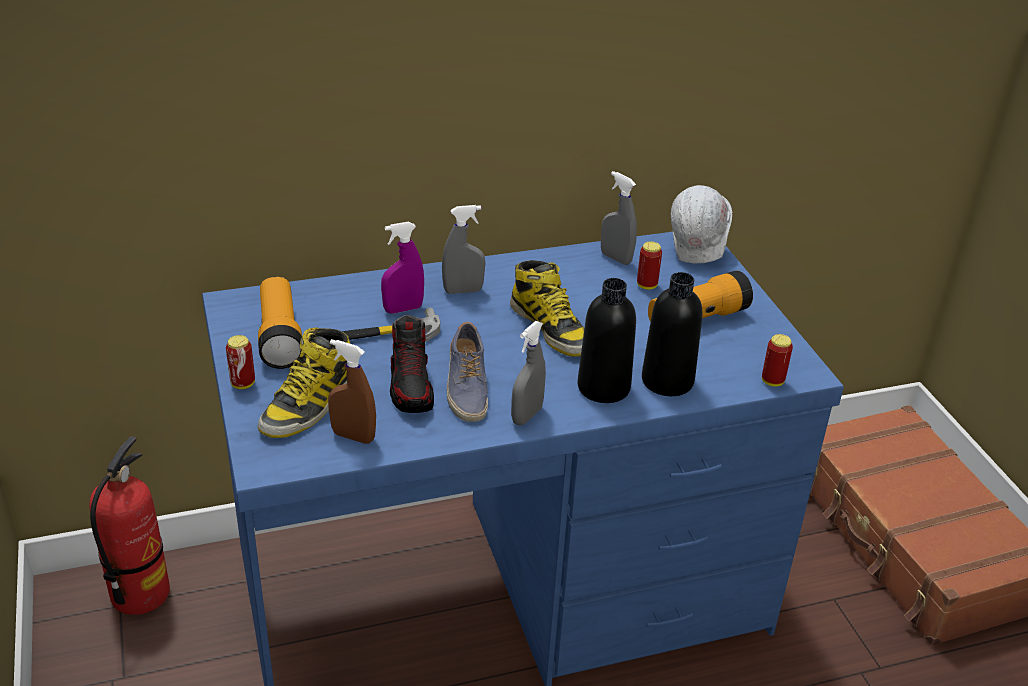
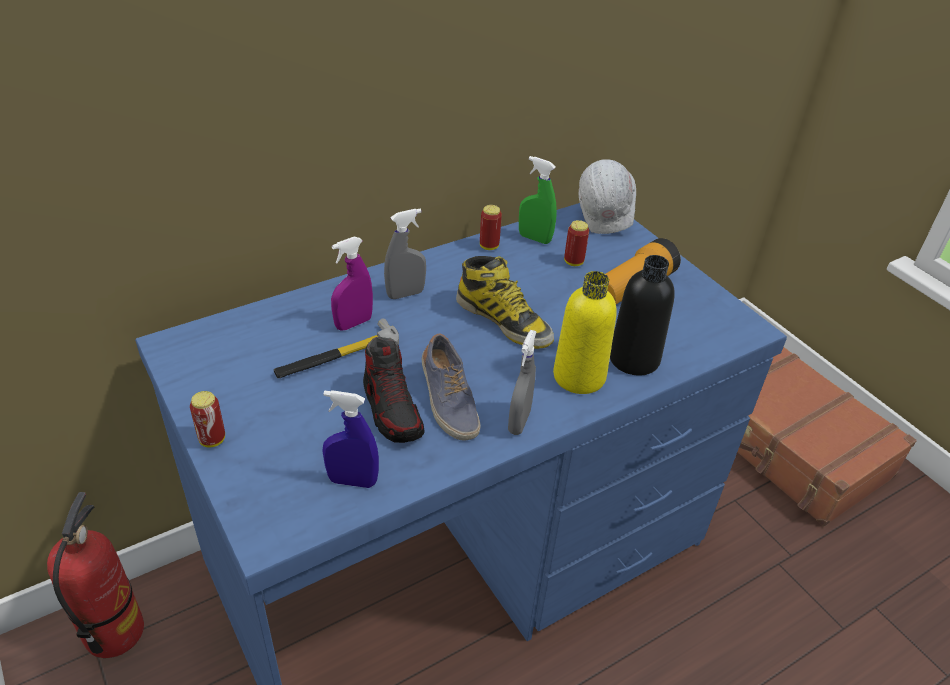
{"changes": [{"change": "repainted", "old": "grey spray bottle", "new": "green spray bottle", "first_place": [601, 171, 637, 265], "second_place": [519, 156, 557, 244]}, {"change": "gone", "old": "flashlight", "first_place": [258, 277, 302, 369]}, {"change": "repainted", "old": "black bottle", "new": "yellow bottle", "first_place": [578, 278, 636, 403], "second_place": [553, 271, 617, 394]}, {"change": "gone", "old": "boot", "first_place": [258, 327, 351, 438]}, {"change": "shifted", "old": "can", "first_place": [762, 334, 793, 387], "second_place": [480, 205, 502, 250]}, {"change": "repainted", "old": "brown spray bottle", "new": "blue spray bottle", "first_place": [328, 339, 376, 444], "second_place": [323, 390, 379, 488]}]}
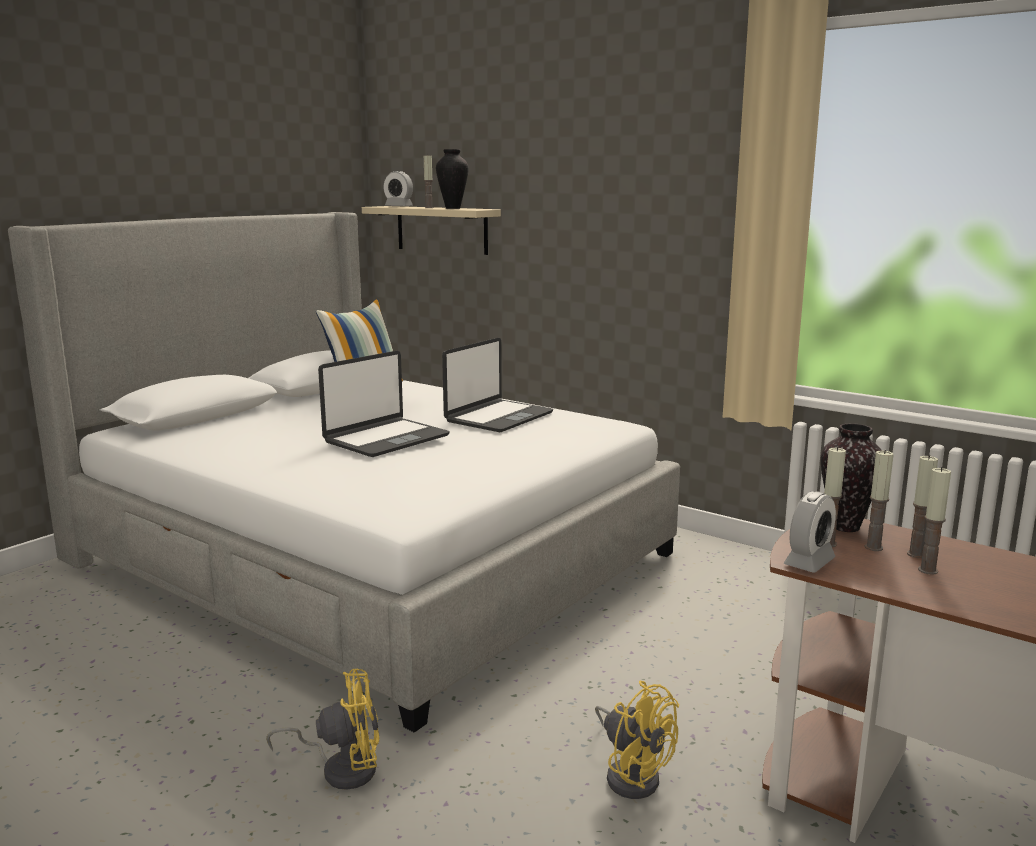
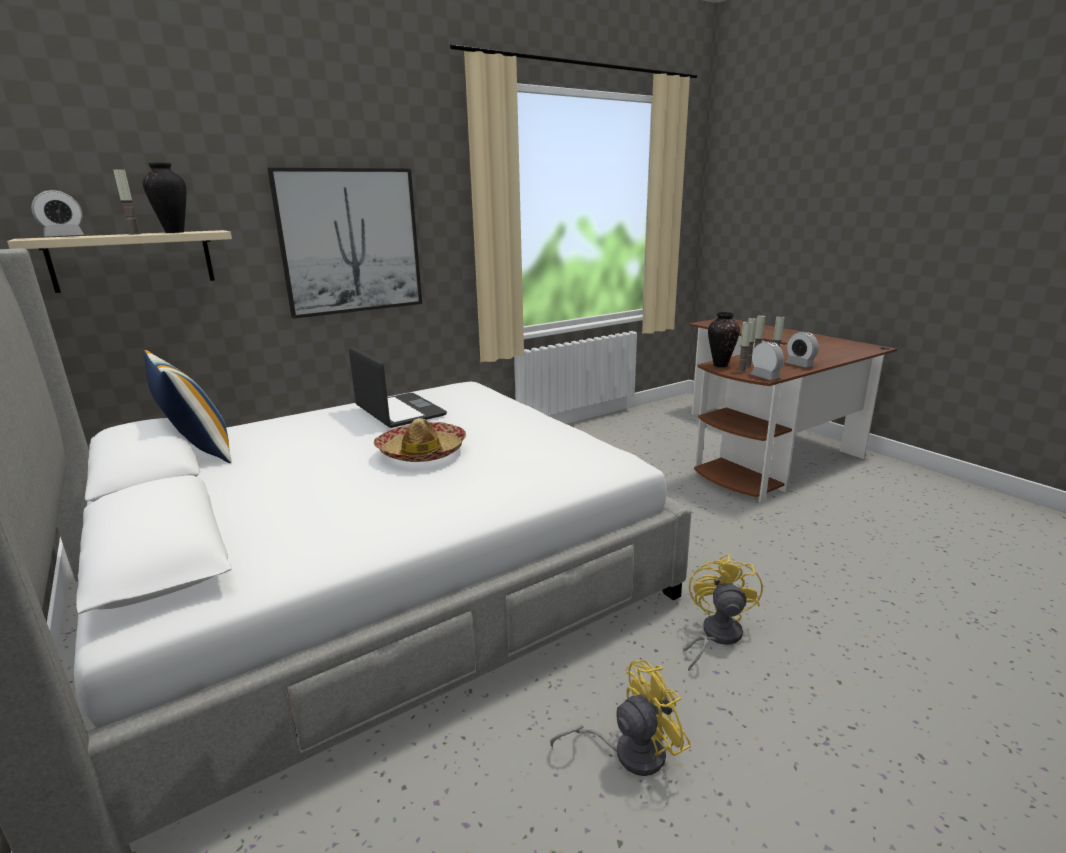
{"changes": [{"change": "swapped", "old": "laptop", "new": "hat", "first_place": [318, 351, 450, 457], "second_place": [374, 418, 466, 462]}, {"change": "shifted", "old": "yellow fan", "first_place": [595, 681, 679, 799], "second_place": [550, 660, 691, 776]}, {"change": "new", "new": "picture", "second_place": [267, 168, 422, 319]}, {"change": "new", "new": "alarm clock", "second_place": [786, 331, 819, 367]}]}
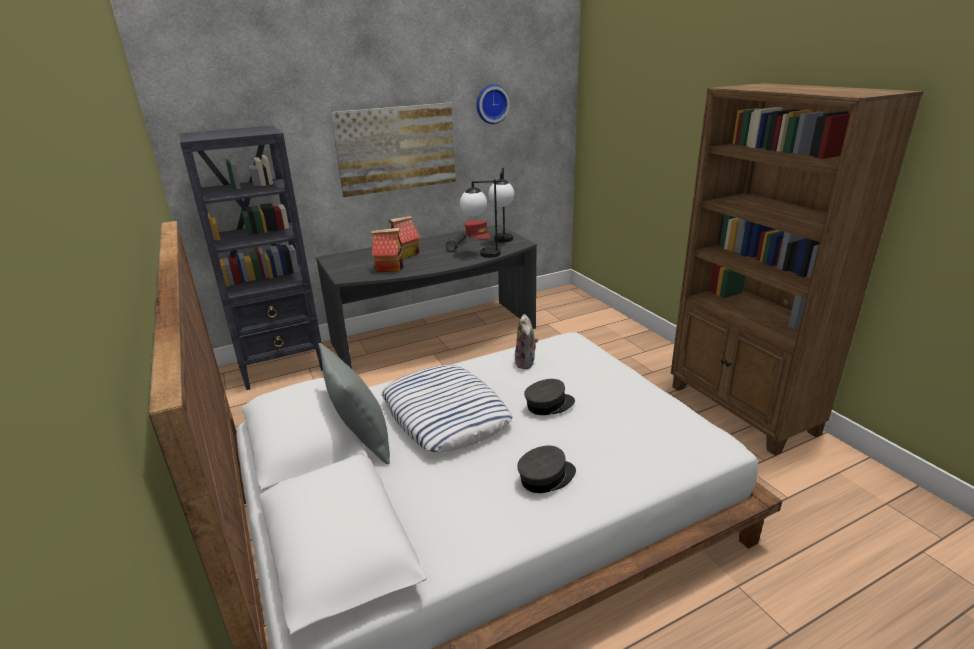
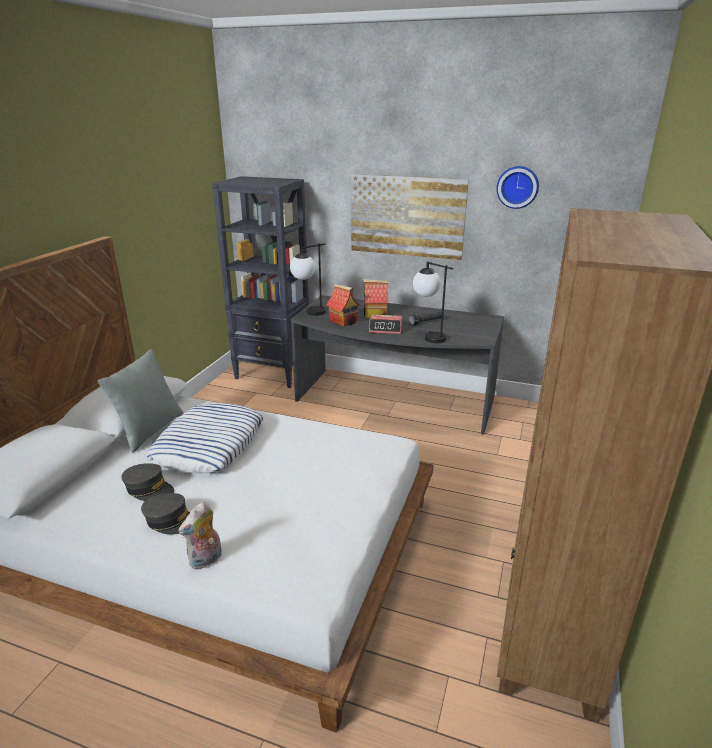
{"changes": [{"change": "shifted", "old": "table lamp", "first_place": [489, 168, 514, 242], "second_place": [290, 243, 326, 316]}, {"change": "gone", "old": "red cap", "first_place": [465, 221, 491, 239]}, {"change": "shifted", "old": "plush toy", "first_place": [515, 314, 538, 369], "second_place": [178, 502, 222, 570]}, {"change": "shifted", "old": "grey cap", "first_place": [524, 379, 575, 415], "second_place": [121, 463, 174, 501]}, {"change": "new", "new": "alarm clock", "second_place": [369, 315, 402, 334]}]}
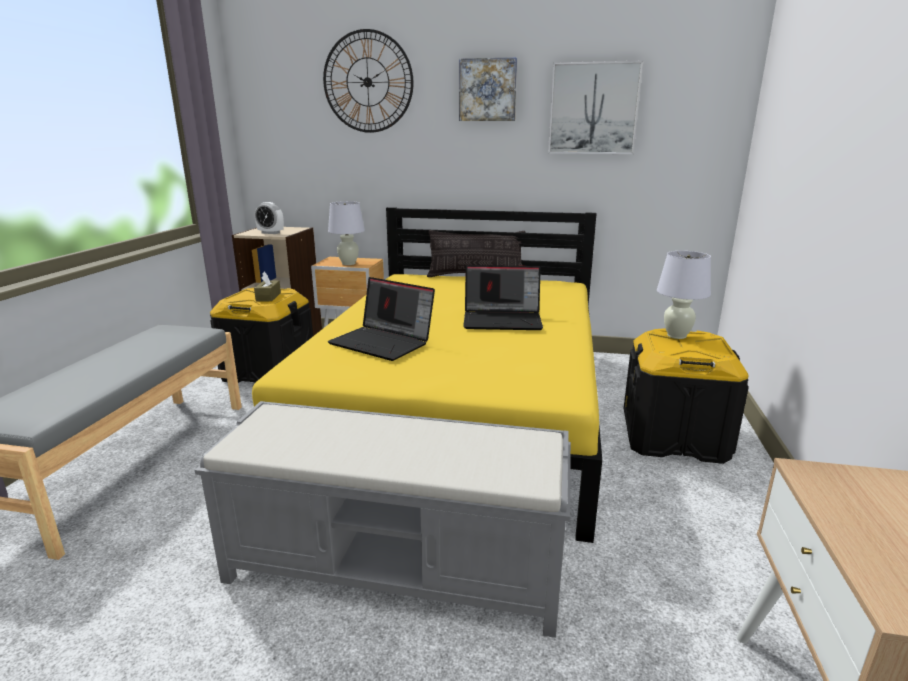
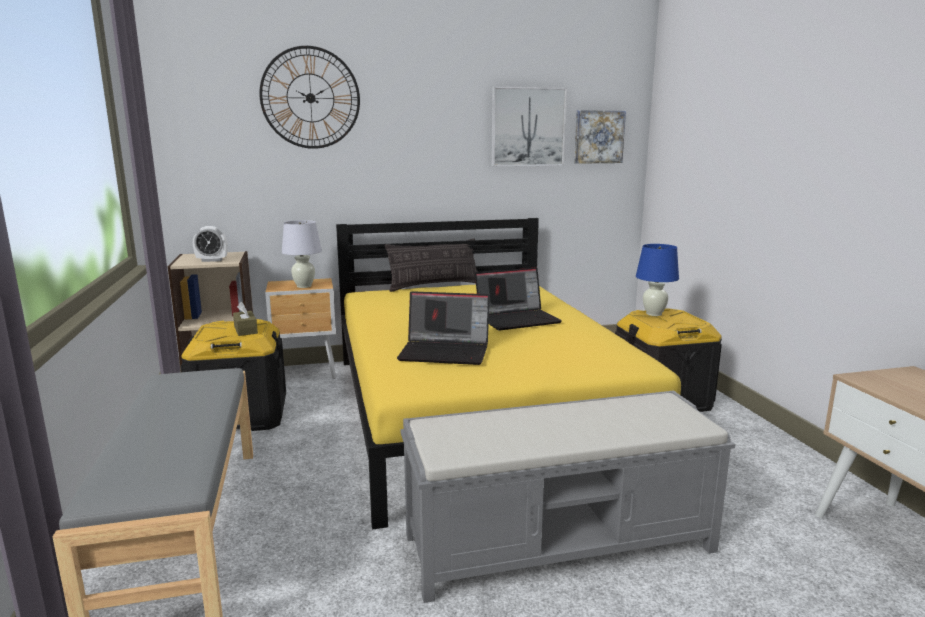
{"changes": [{"change": "shifted", "old": "picture", "first_place": [459, 57, 517, 121], "second_place": [574, 110, 626, 164]}, {"change": "repainted", "old": "white table lamp", "new": "blue table lamp", "first_place": [657, 251, 711, 339], "second_place": [636, 244, 679, 316]}]}
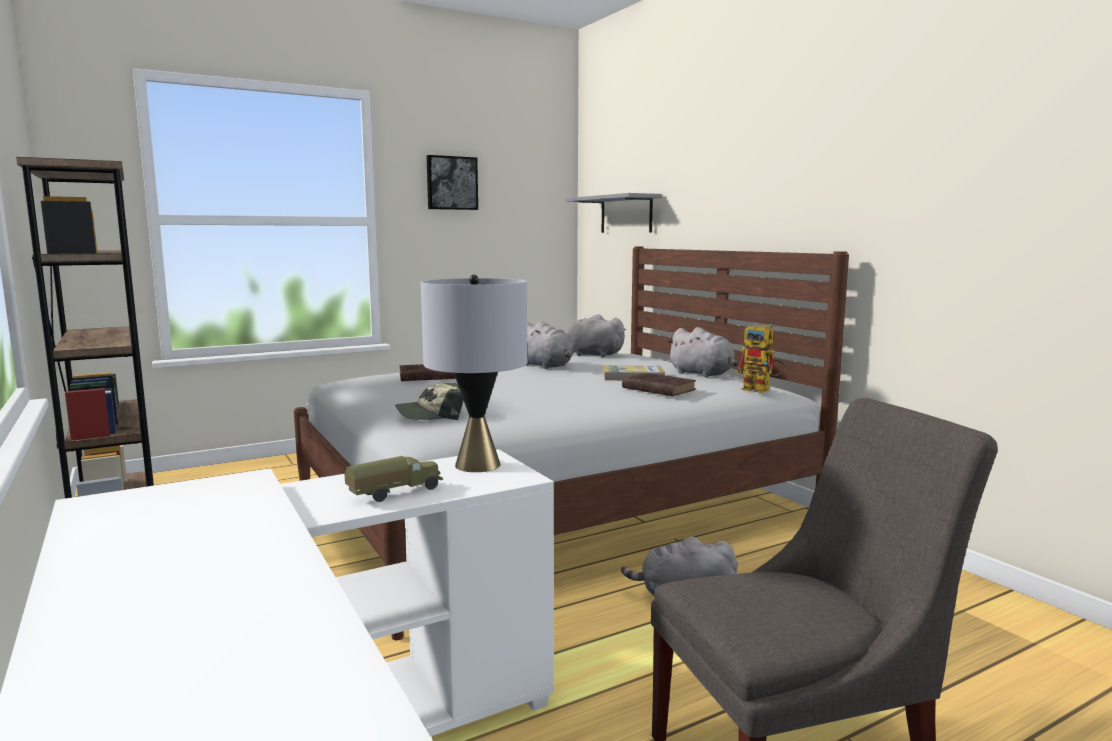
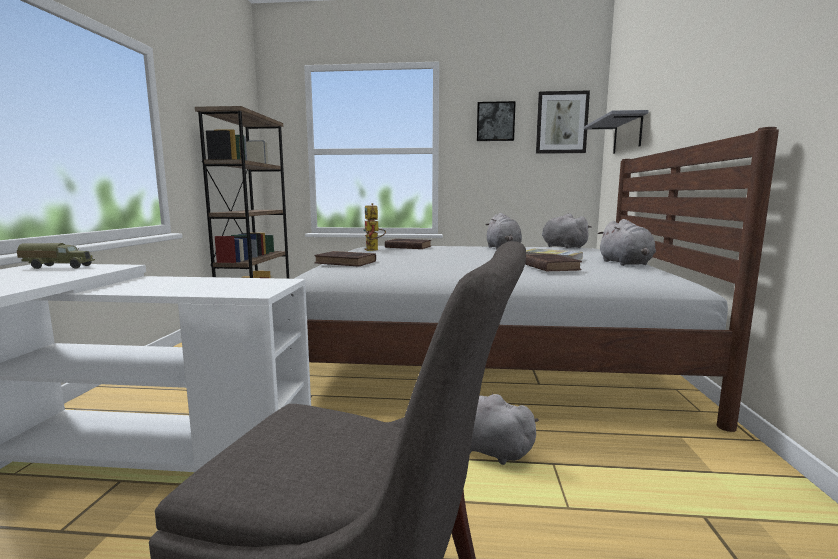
{"changes": [{"change": "gone", "old": "grey table lamp", "first_place": [421, 275, 527, 472]}, {"change": "shifted", "old": "toy robot", "first_place": [736, 324, 786, 393], "second_place": [364, 203, 386, 251]}, {"change": "swapped", "old": "cap", "new": "brown book", "first_place": [395, 383, 464, 420], "second_place": [314, 251, 376, 267]}, {"change": "shifted", "old": "toy truck", "first_place": [344, 456, 443, 502], "second_place": [17, 243, 95, 269]}, {"change": "new", "new": "picture", "second_place": [536, 90, 590, 154]}]}
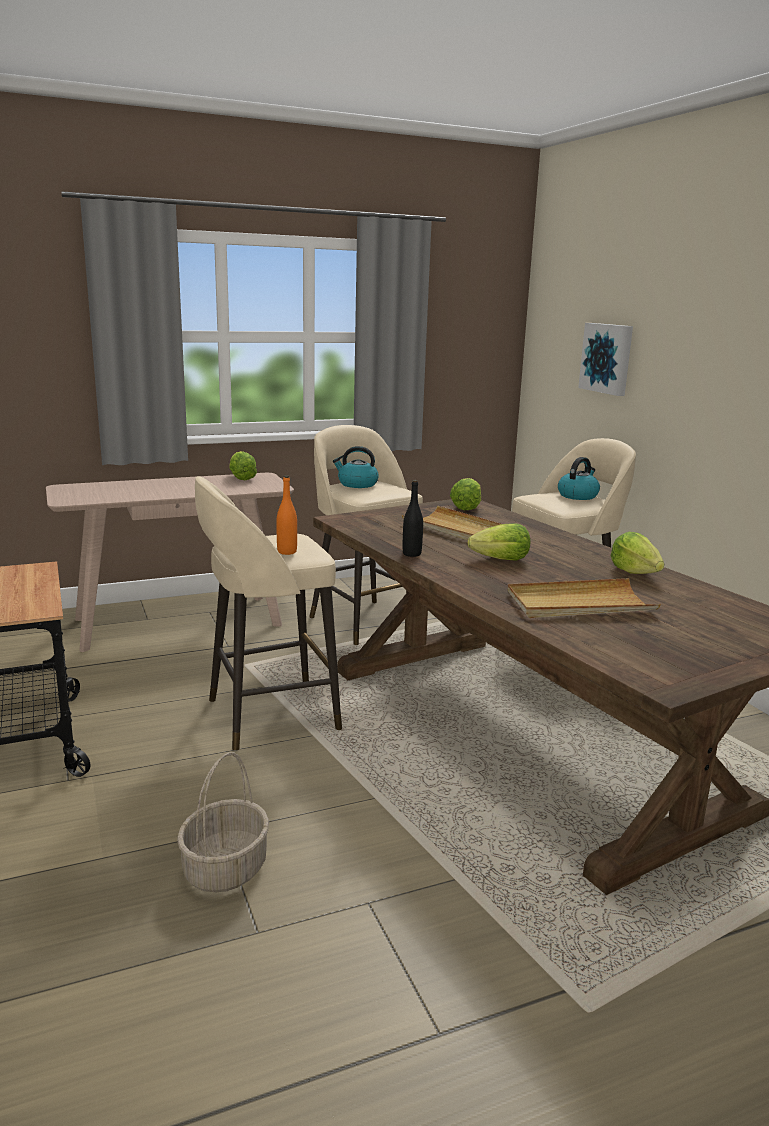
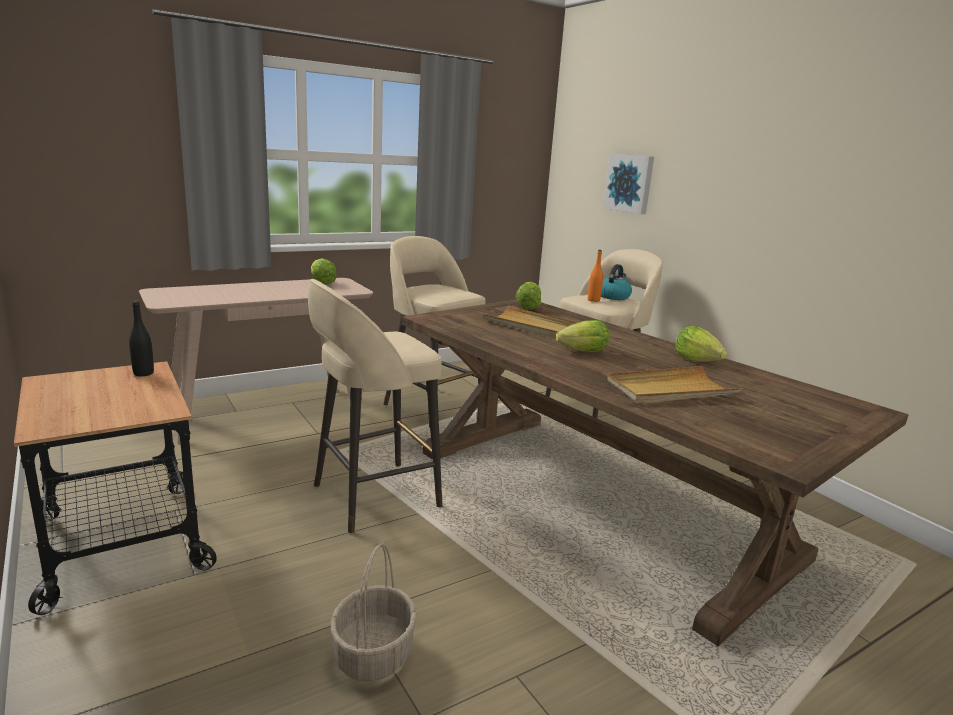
{"changes": [{"change": "gone", "old": "kettle", "first_place": [333, 446, 378, 488]}, {"change": "shifted", "old": "orange bottle", "first_place": [276, 475, 297, 555], "second_place": [588, 250, 603, 302]}, {"change": "shifted", "old": "black bottle", "first_place": [403, 480, 423, 557], "second_place": [129, 300, 154, 376]}]}
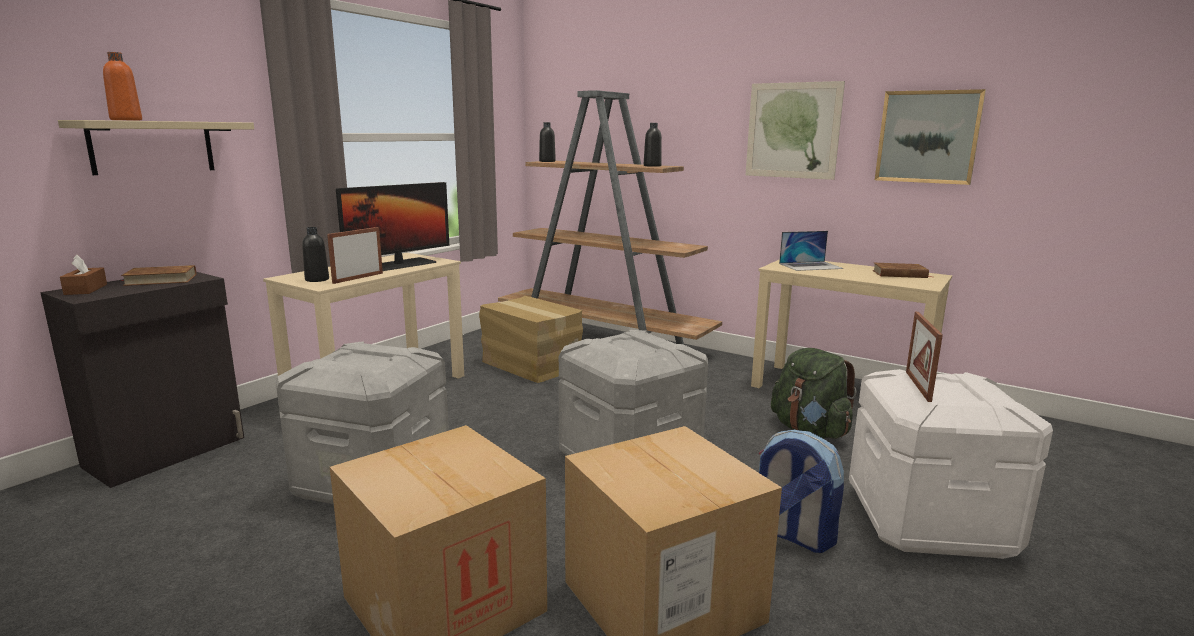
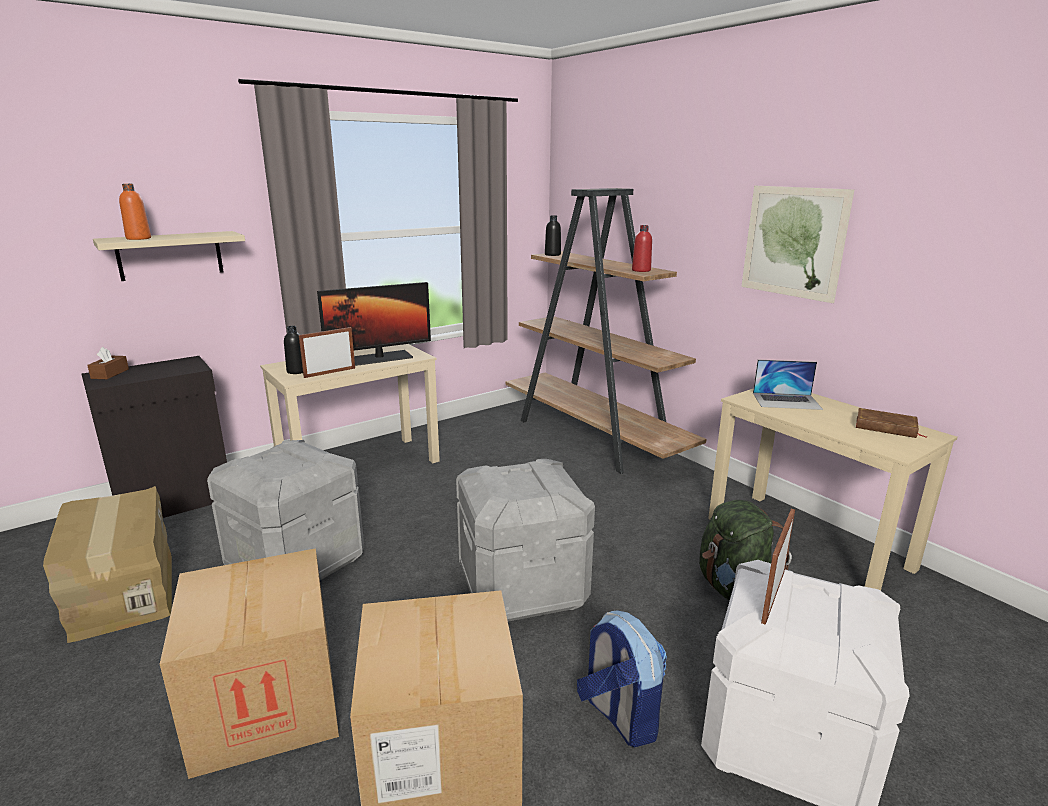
{"changes": [{"change": "gone", "old": "picture", "first_place": [875, 89, 986, 185]}, {"change": "repainted", "old": "black bottle", "new": "red bottle", "first_place": [644, 123, 662, 167], "second_place": [632, 225, 652, 272]}, {"change": "gone", "old": "brown book", "first_place": [120, 265, 197, 286]}, {"change": "shifted", "old": "cardboard box", "first_place": [479, 296, 583, 383], "second_place": [43, 486, 172, 643]}]}
